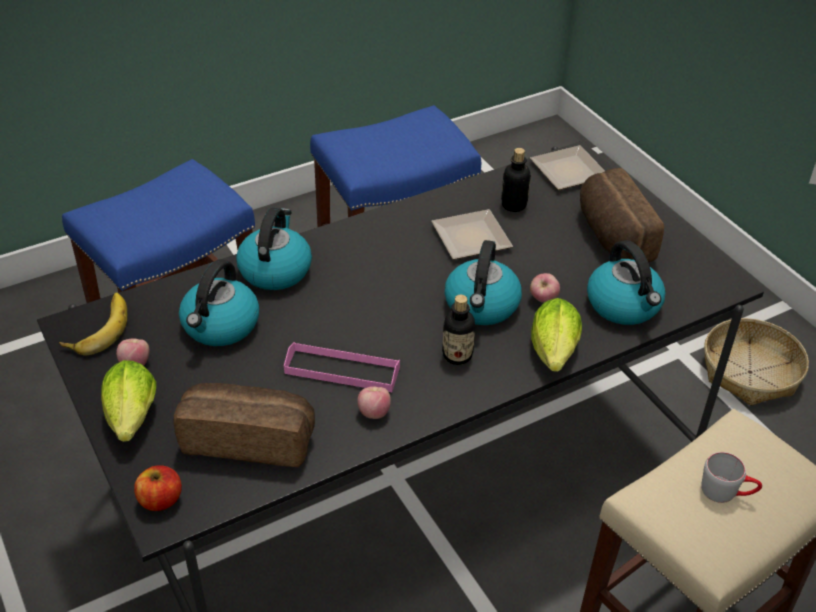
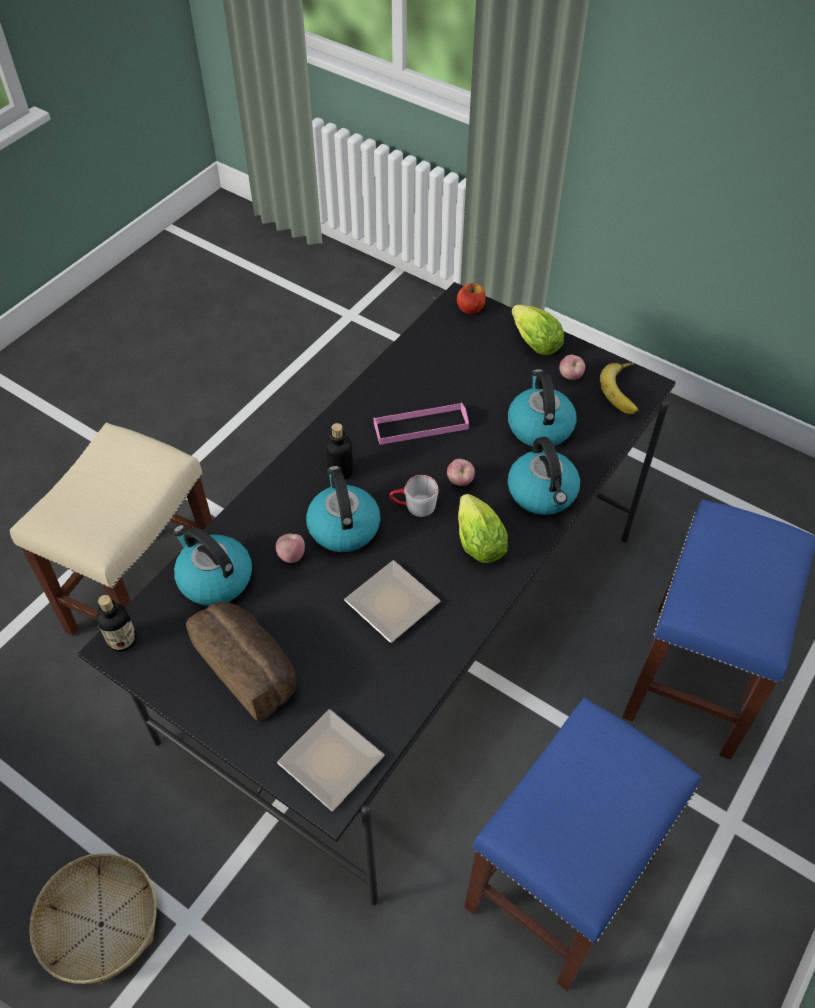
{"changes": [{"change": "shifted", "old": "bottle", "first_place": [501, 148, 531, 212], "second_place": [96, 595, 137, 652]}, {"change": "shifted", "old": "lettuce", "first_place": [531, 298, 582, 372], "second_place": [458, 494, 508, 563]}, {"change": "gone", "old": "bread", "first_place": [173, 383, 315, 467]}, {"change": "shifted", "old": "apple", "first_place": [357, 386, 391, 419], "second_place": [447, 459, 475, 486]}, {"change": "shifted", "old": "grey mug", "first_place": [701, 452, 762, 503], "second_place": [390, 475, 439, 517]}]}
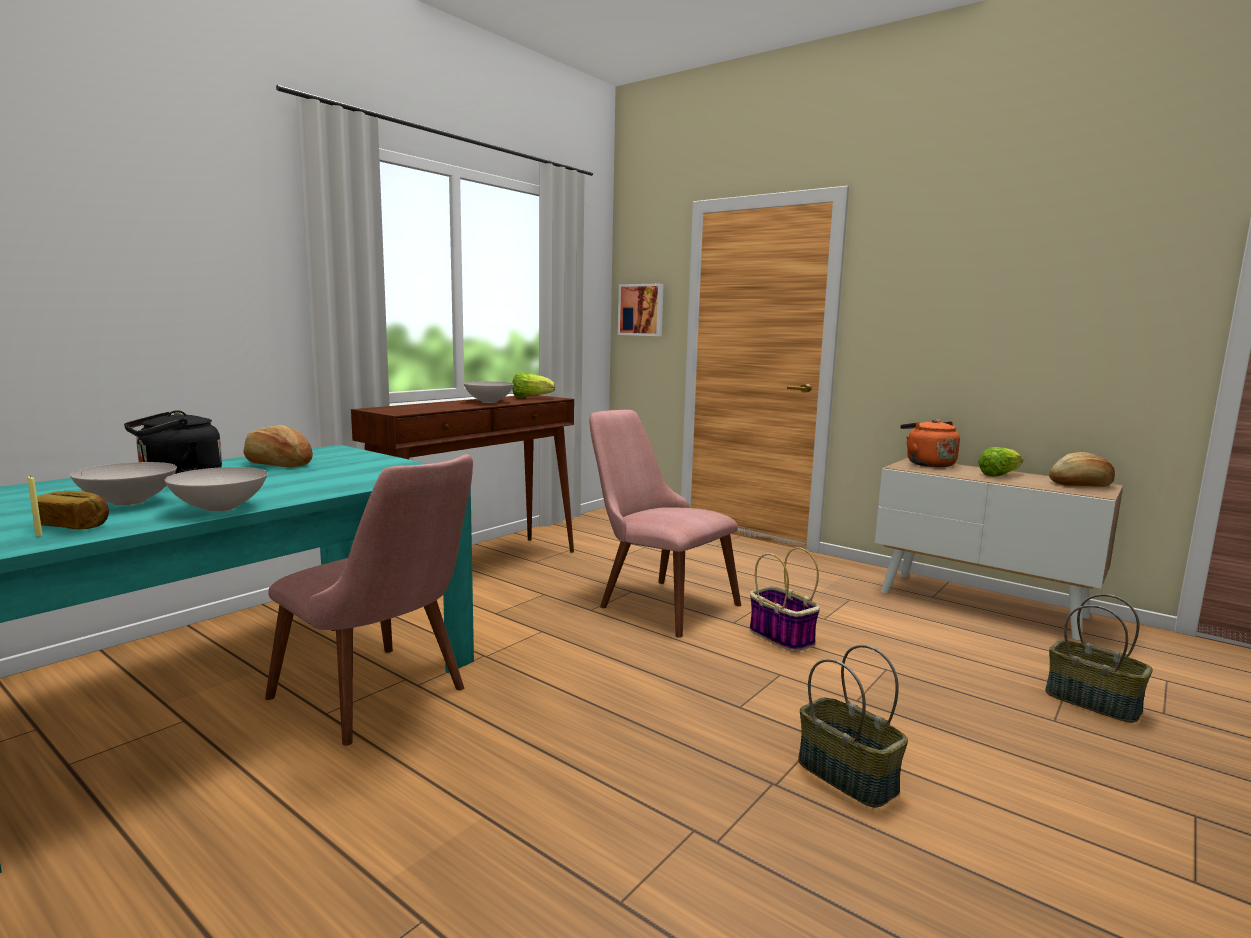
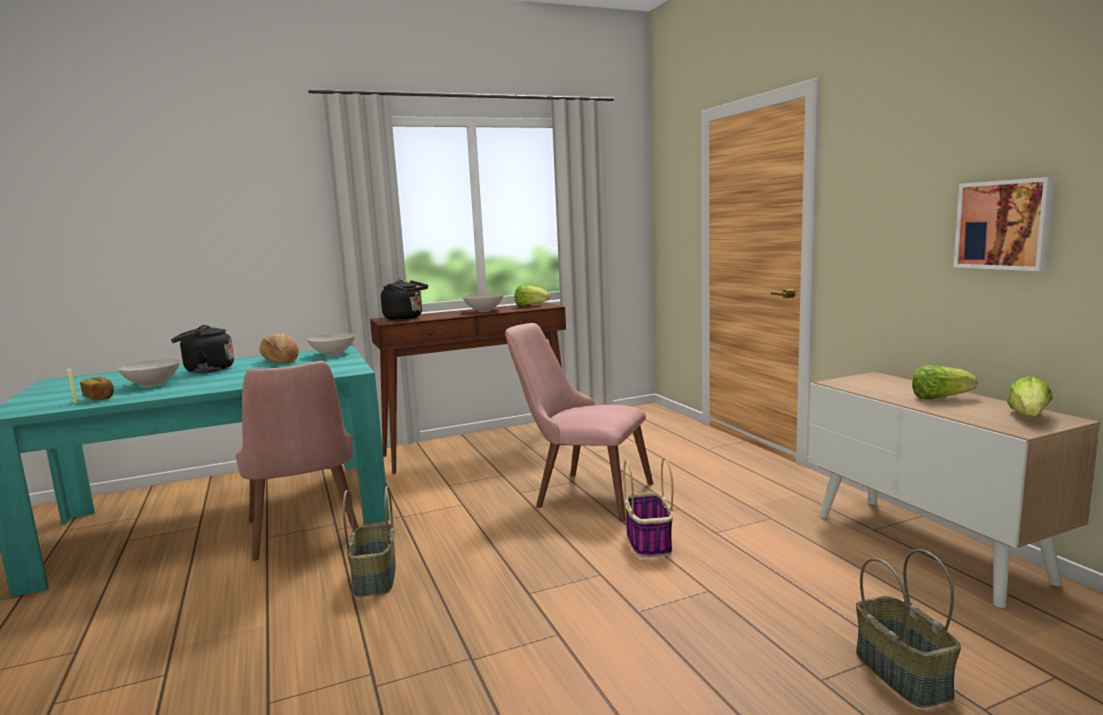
{"changes": [{"change": "shifted", "old": "picture", "first_place": [618, 284, 664, 336], "second_place": [954, 177, 1055, 271]}, {"change": "rotated", "old": "pink chair", "first_place": [589, 410, 741, 638], "second_place": [505, 323, 653, 522], "degrees": -45}, {"change": "gone", "old": "orange kettle", "first_place": [900, 419, 960, 467]}, {"change": "swapped", "old": "bread", "new": "lettuce", "first_place": [1049, 452, 1115, 487], "second_place": [1007, 376, 1053, 417]}, {"change": "shifted", "old": "white bowl", "first_place": [165, 467, 267, 512], "second_place": [307, 333, 355, 356]}, {"change": "shifted", "old": "basket", "first_place": [798, 645, 908, 807], "second_place": [343, 486, 396, 597]}, {"change": "new", "new": "black kettle", "second_place": [381, 279, 428, 320]}]}
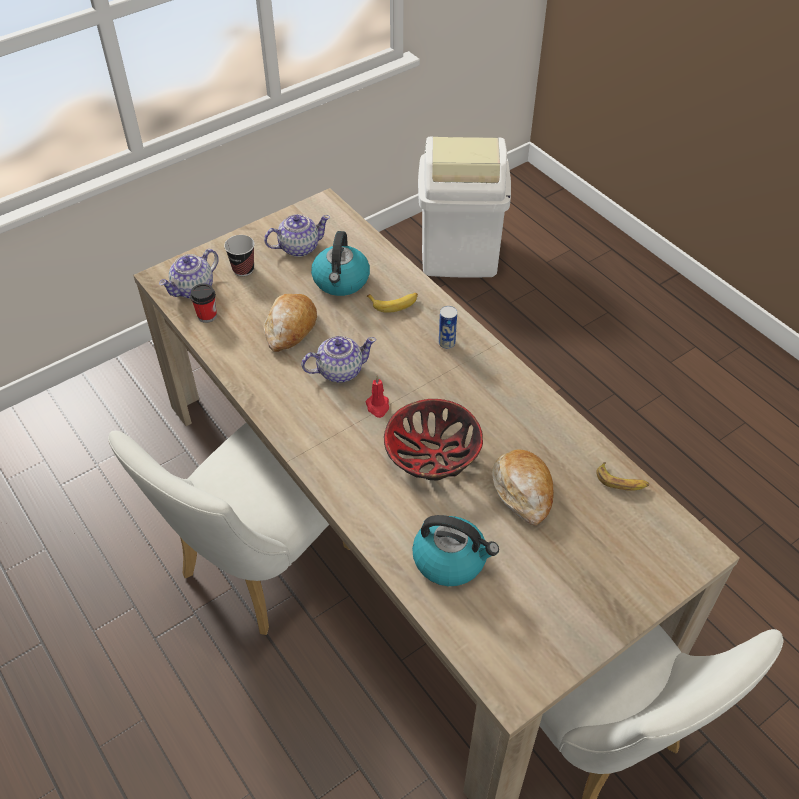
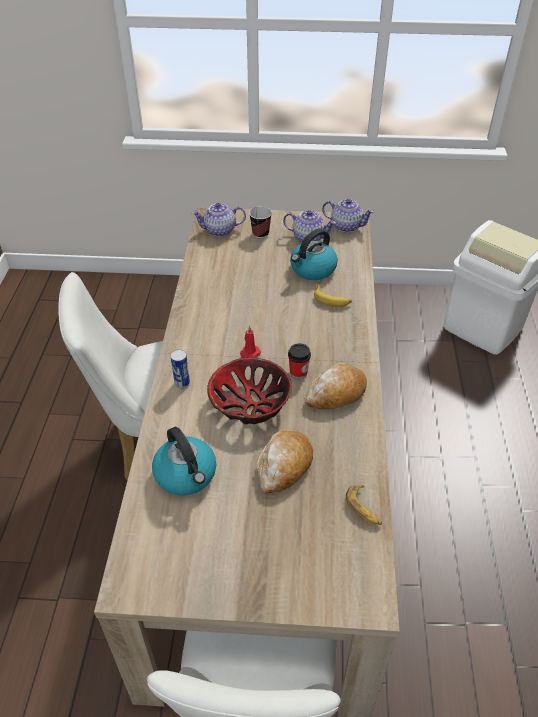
{"changes": [{"change": "shifted", "old": "cup", "first_place": [190, 283, 217, 323], "second_place": [288, 343, 311, 379]}, {"change": "shifted", "old": "bread", "first_place": [263, 294, 317, 352], "second_place": [305, 363, 367, 409]}, {"change": "shifted", "old": "can", "first_place": [439, 306, 457, 349], "second_place": [171, 350, 190, 389]}, {"change": "shifted", "old": "teapot", "first_place": [301, 336, 376, 383], "second_place": [322, 199, 375, 232]}]}
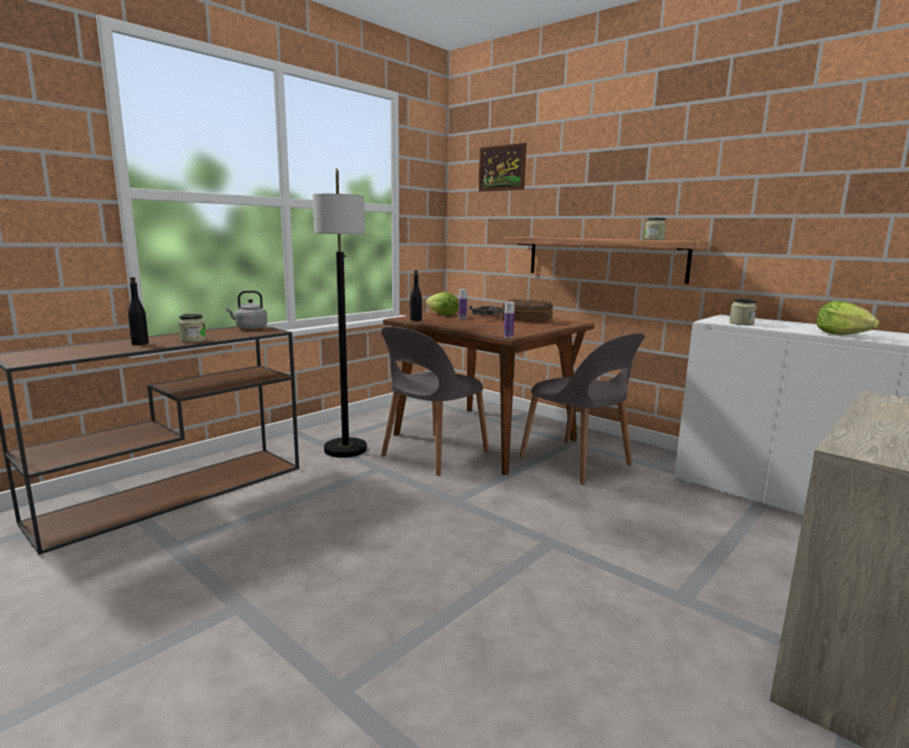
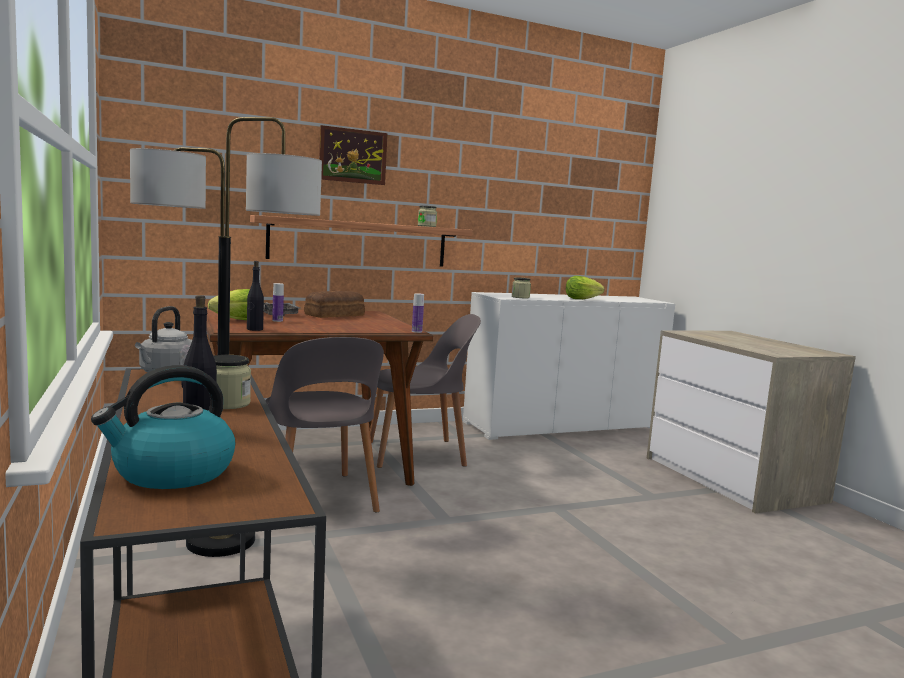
{"changes": [{"change": "shifted", "old": "picture", "first_place": [479, 143, 526, 192], "second_place": [319, 125, 388, 185]}, {"change": "new", "new": "kettle", "second_place": [91, 365, 235, 489]}]}
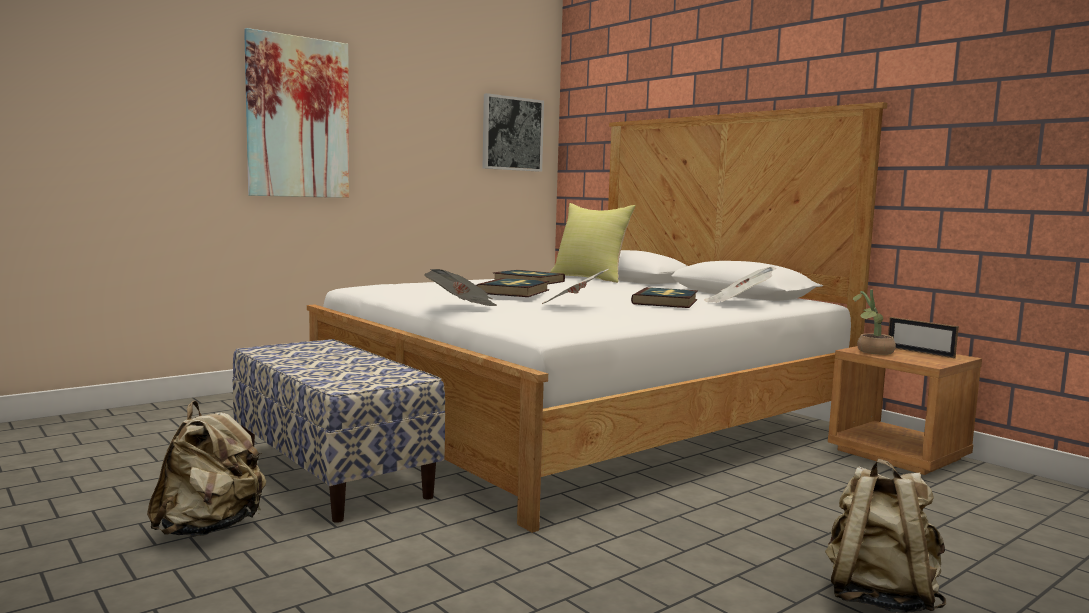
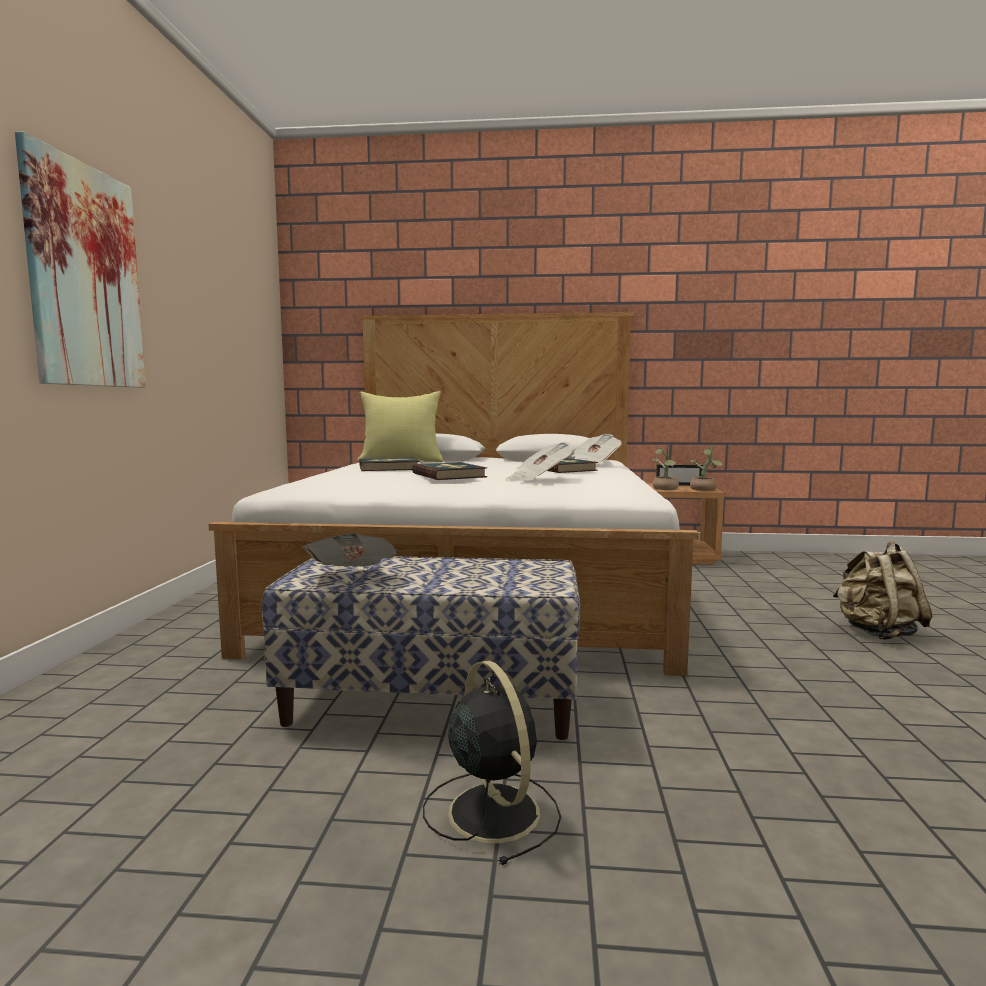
{"changes": [{"change": "gone", "old": "picture", "first_place": [482, 93, 544, 172]}, {"change": "shifted", "old": "newspaper", "first_place": [424, 269, 497, 306], "second_place": [302, 534, 398, 567]}, {"change": "swapped", "old": "beige backpack", "new": "black fan", "first_place": [147, 401, 266, 537], "second_place": [423, 661, 561, 865]}, {"change": "new", "new": "potted plant", "second_place": [690, 445, 723, 491]}]}
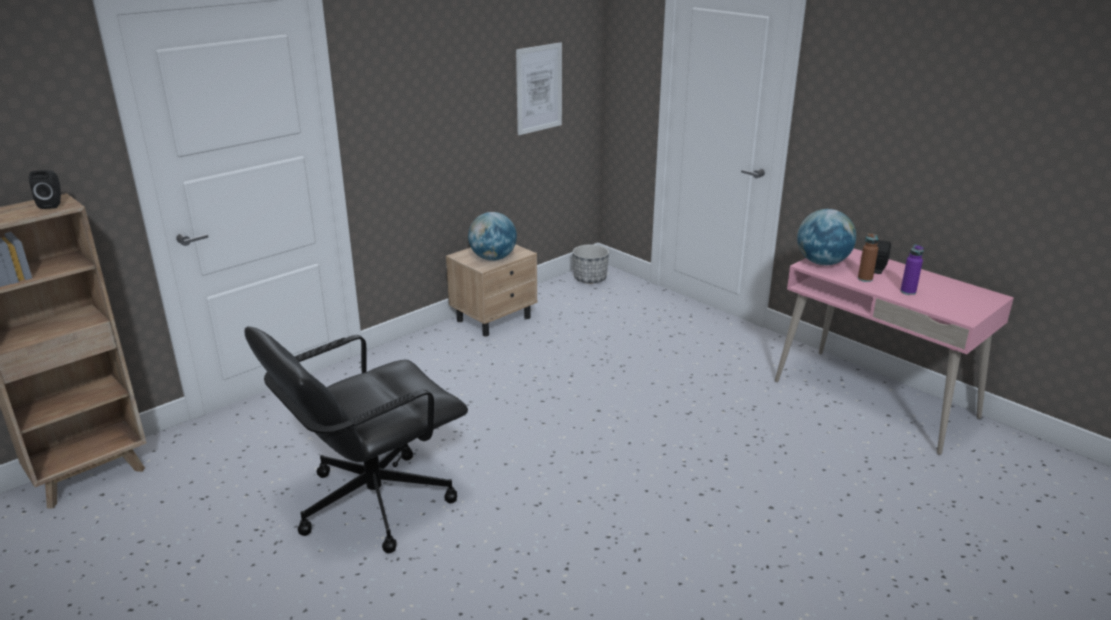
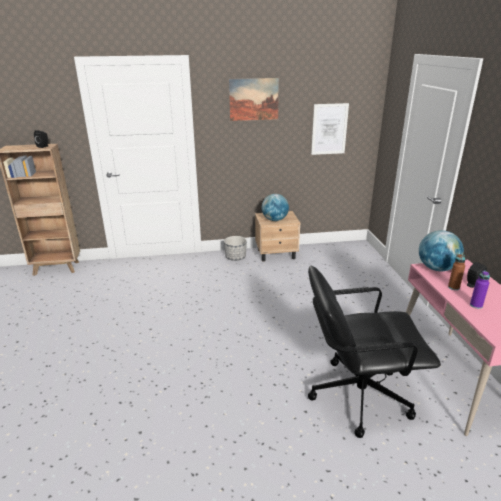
{"changes": [{"change": "shifted", "old": "planter", "first_place": [573, 244, 609, 284], "second_place": [224, 236, 247, 261]}, {"change": "shifted", "old": "black office chair", "first_place": [244, 327, 468, 553], "second_place": [308, 266, 441, 438]}, {"change": "new", "new": "picture", "second_place": [229, 78, 279, 121]}]}
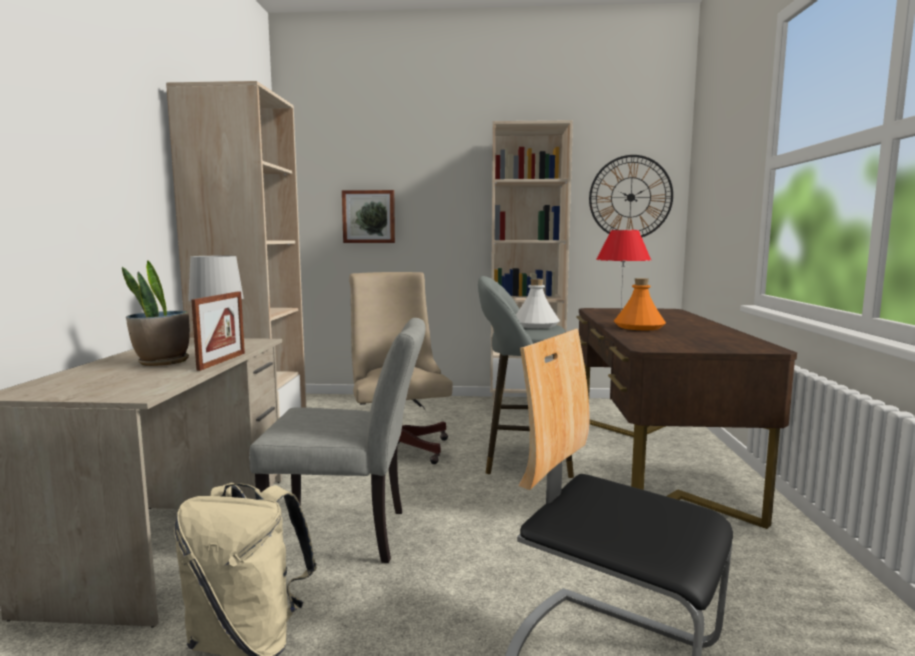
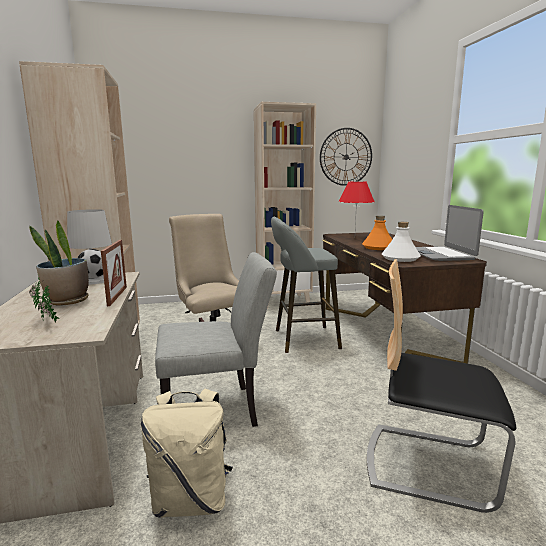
{"changes": [{"change": "gone", "old": "picture", "first_place": [342, 190, 395, 243]}, {"change": "shifted", "old": "white bottle", "first_place": [516, 279, 560, 328], "second_place": [382, 222, 421, 262]}, {"change": "new", "new": "laptop", "second_place": [416, 205, 484, 261]}, {"change": "new", "new": "potted plant", "second_place": [29, 276, 59, 323]}]}
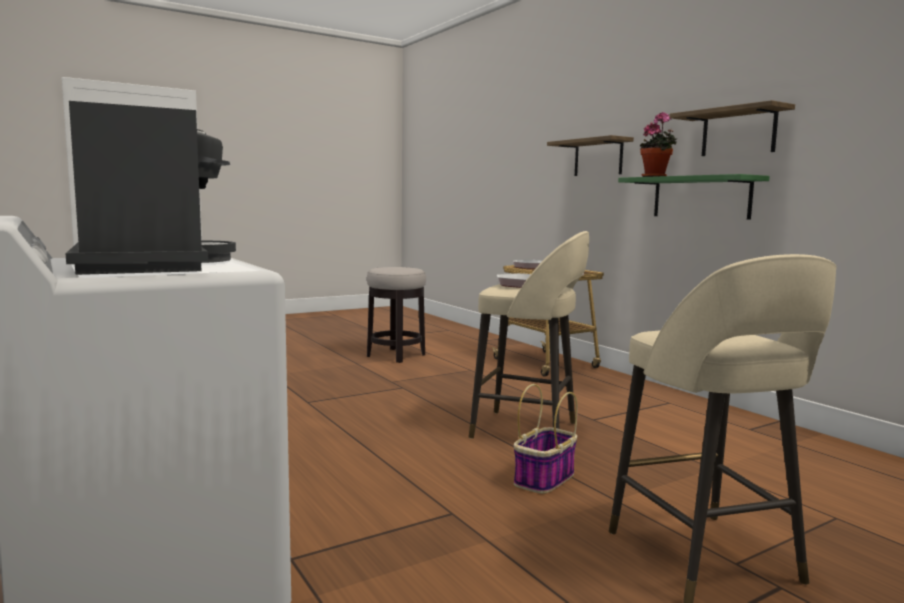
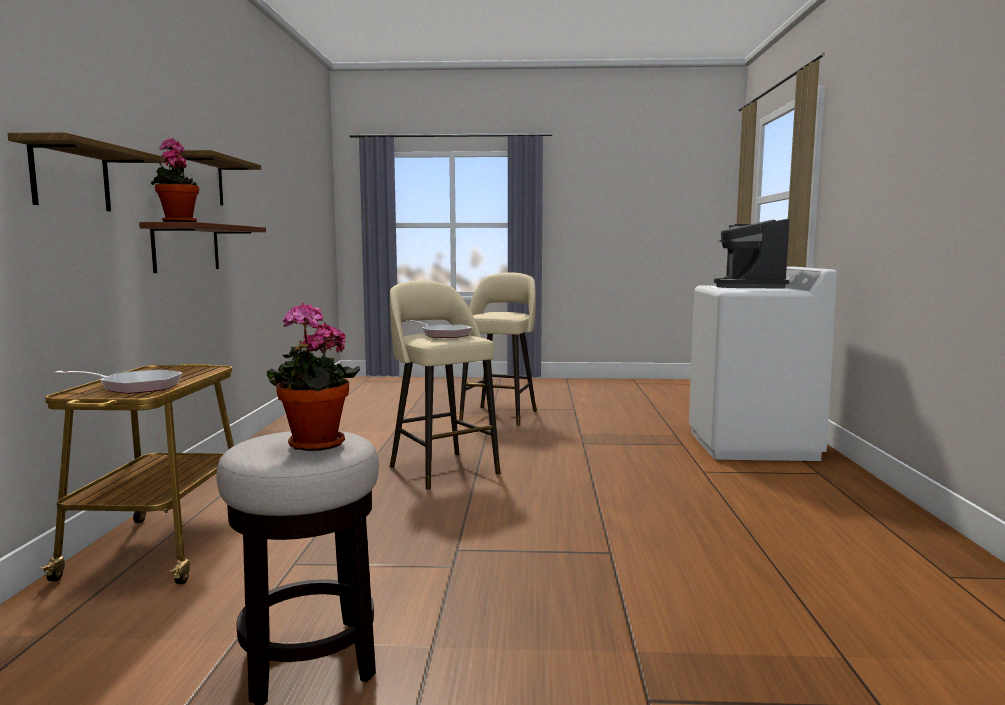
{"changes": [{"change": "repainted", "old": "green shelf", "new": "brown shelf", "first_place": [618, 174, 770, 219], "second_place": [139, 222, 266, 273]}, {"change": "gone", "old": "basket", "first_place": [514, 384, 578, 494]}, {"change": "new", "new": "potted plant", "second_place": [267, 302, 360, 451]}]}
